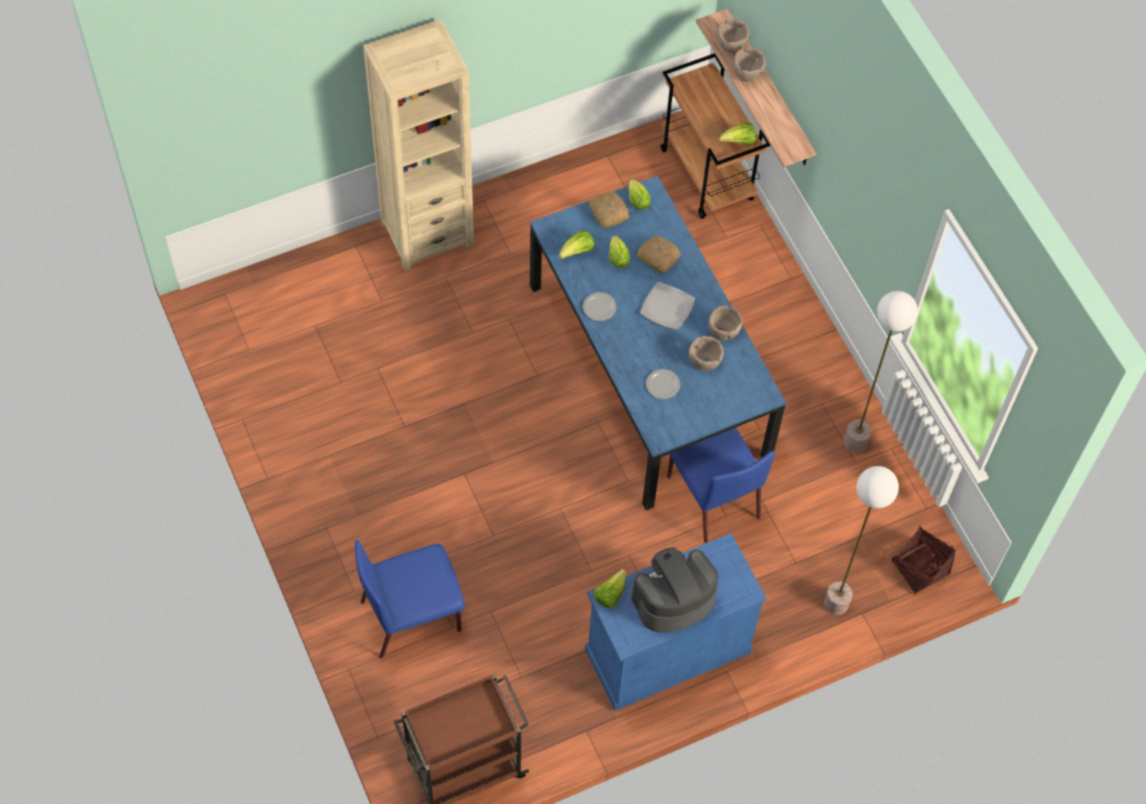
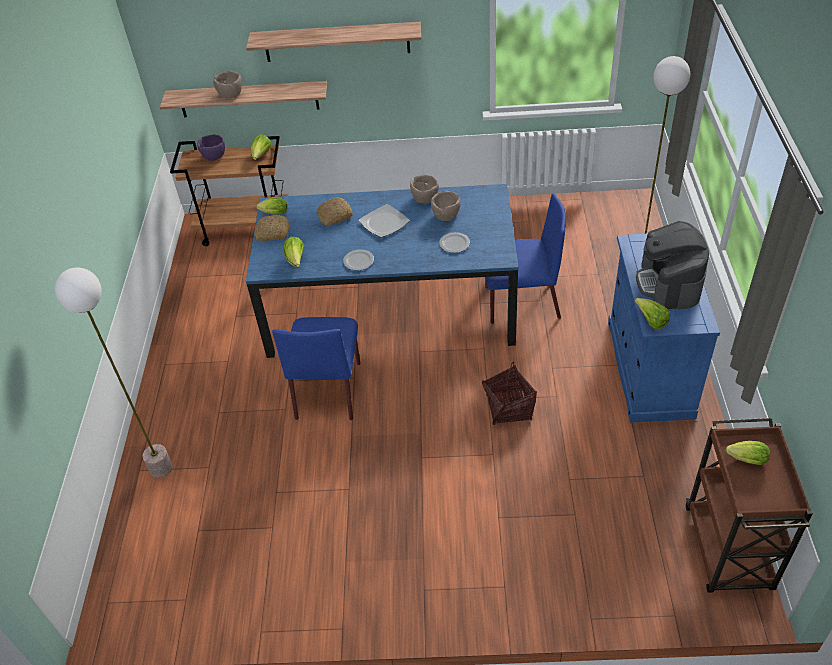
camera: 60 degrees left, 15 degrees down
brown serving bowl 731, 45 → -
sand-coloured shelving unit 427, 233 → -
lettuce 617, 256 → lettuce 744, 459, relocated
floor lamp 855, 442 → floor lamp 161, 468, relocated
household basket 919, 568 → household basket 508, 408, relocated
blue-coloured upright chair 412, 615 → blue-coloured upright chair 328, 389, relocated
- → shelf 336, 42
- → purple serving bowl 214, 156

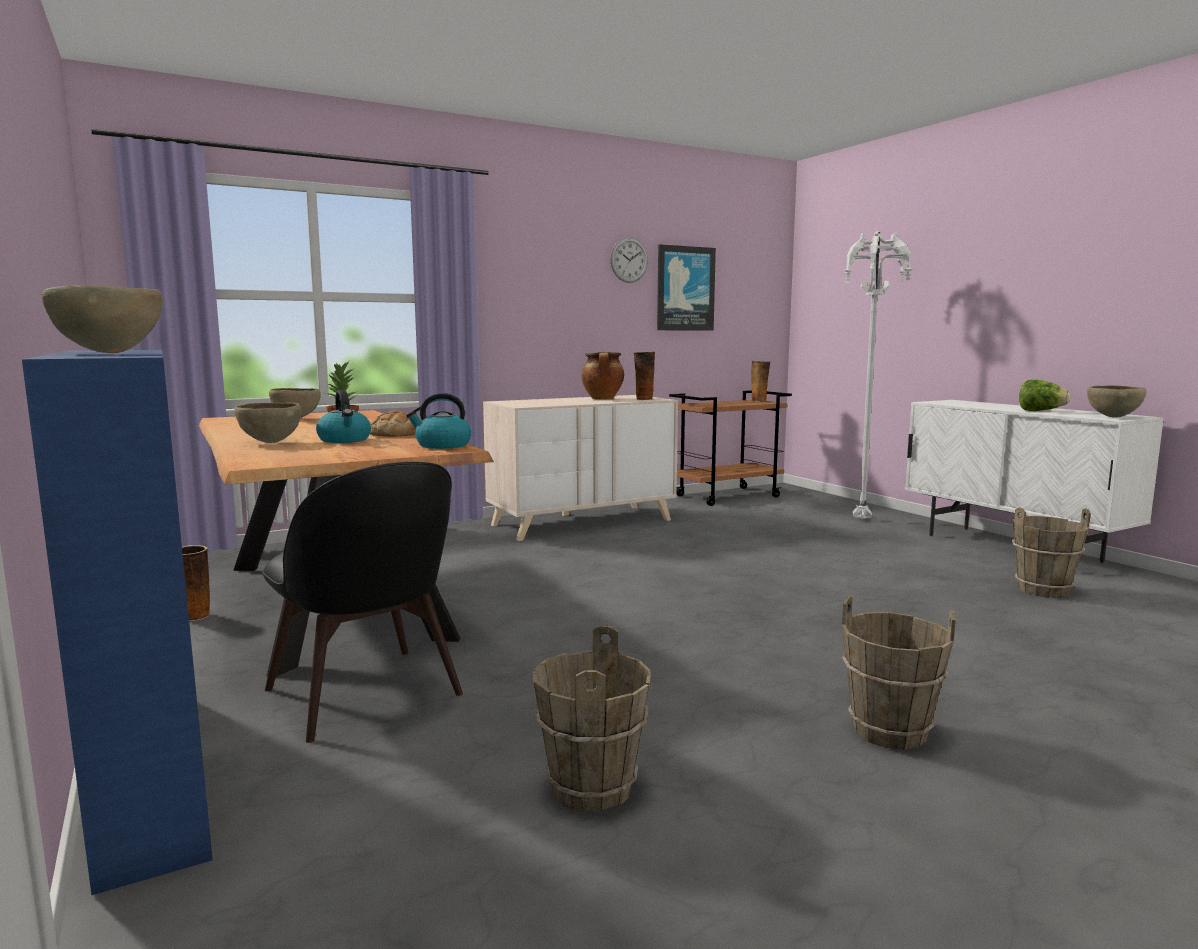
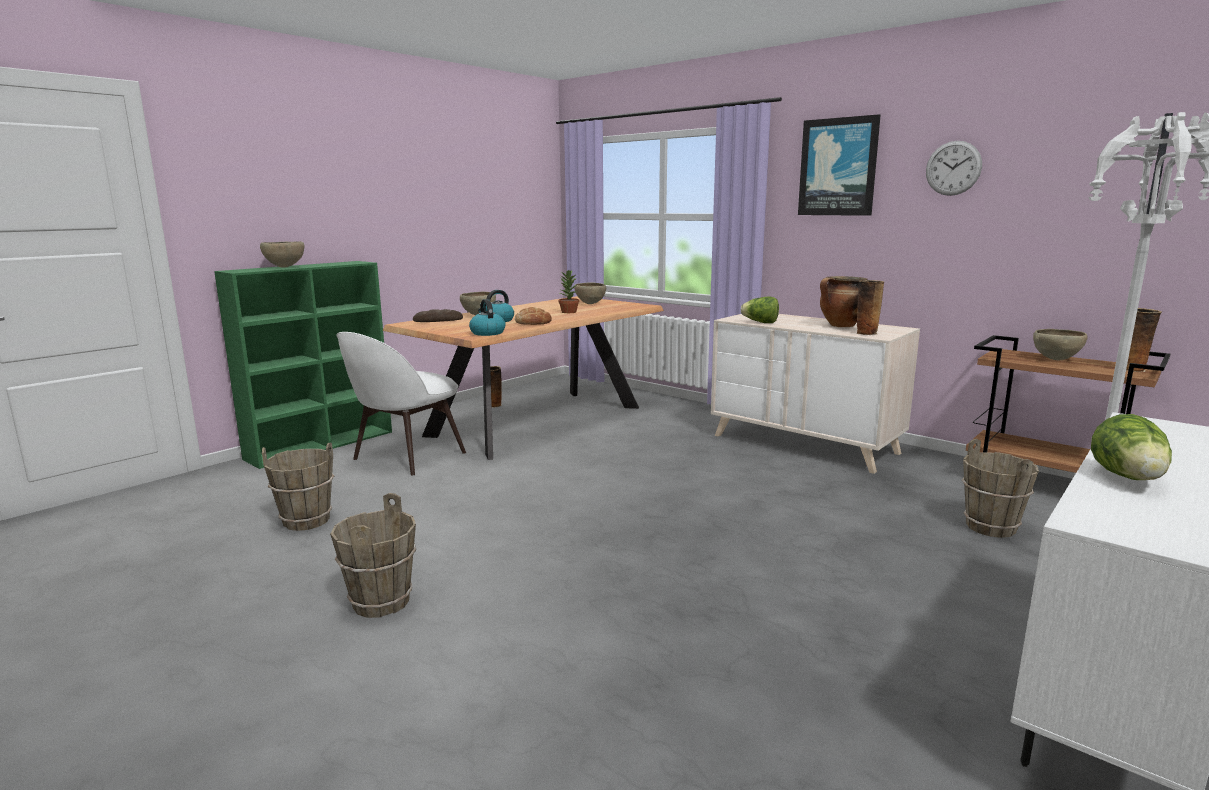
camera: 70 degrees right, 5 degrees up
wall art 685, 288 → wall art 838, 167, relocated
blue-coloured shelving unit 153, 776 → green-coloured shelving unit 322, 444
brown serving bowl 1113, 417 → brown serving bowl 1056, 359, relocated
blackish upright chair 366, 695 → white upright chair 406, 457
brown bucket 1042, 590 → brown bucket 991, 527, relocated
- → lettuce 760, 322
- → baked bread 438, 320

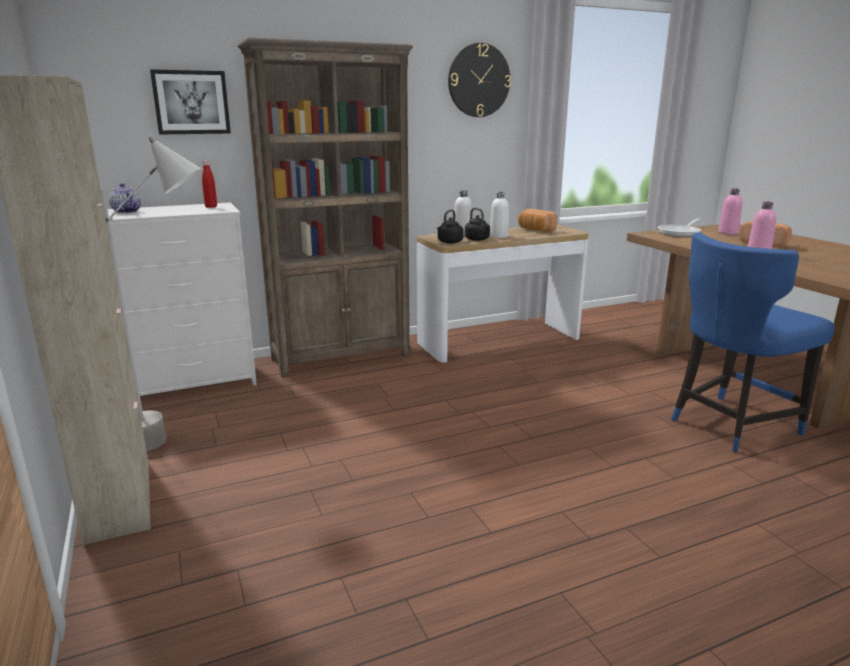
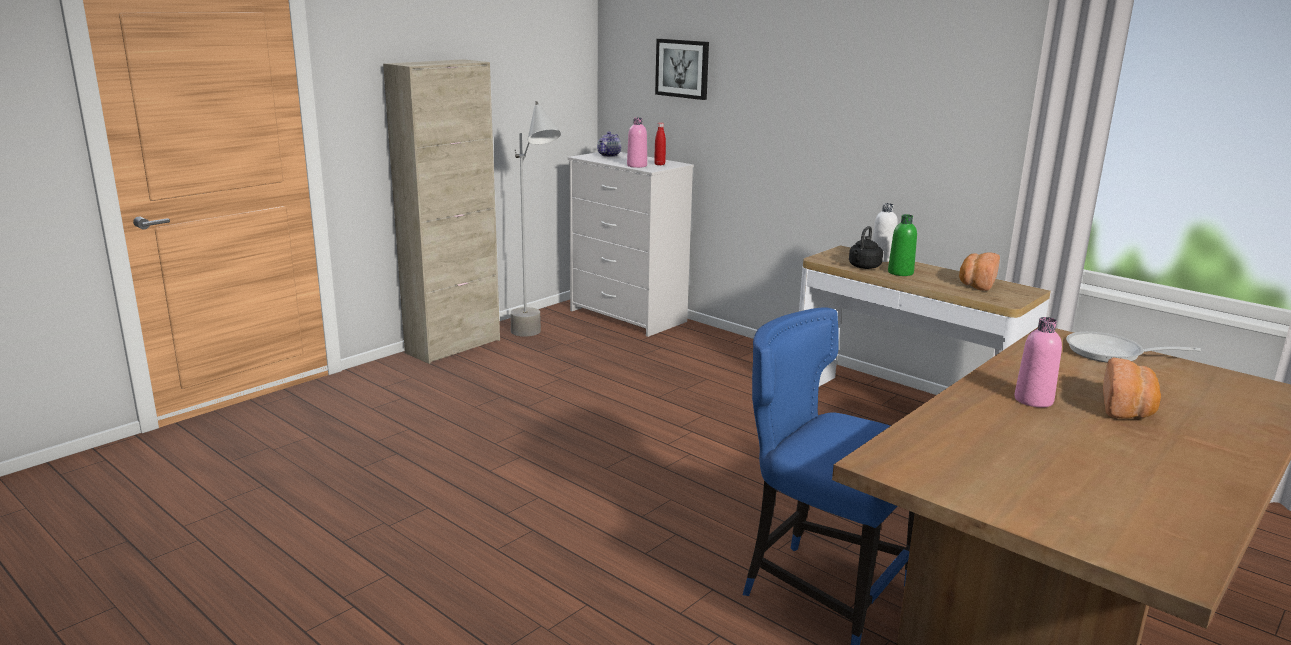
camera: 65 degrees right, 0 degrees up
brown shelving unit 342, 357 → -
clock on the wall 479, 80 → -
pink drink bottle 728, 233 → pink drink bottle 637, 166, relocated
white drink bottle 498, 236 → green-coloured drink bottle 900, 273
blackish water kettle 449, 242 → -

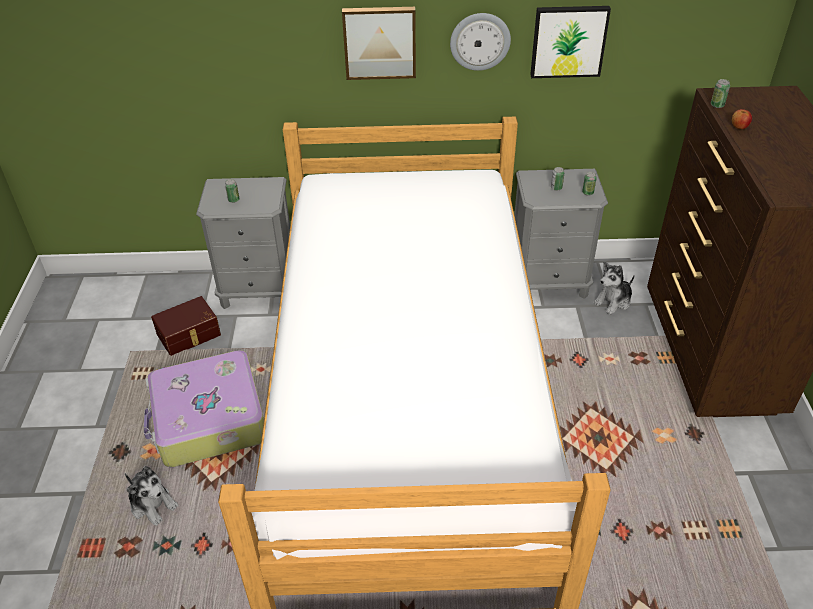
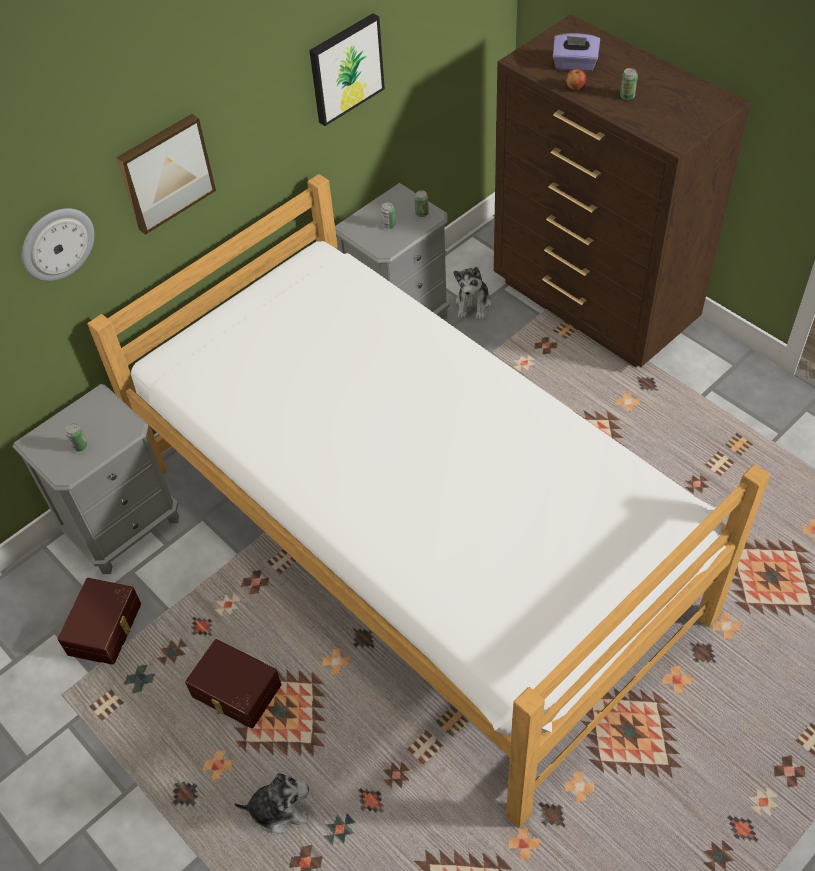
camera: 40 degrees left, 10 degrees up
clock on the wall 480, 41 → clock on the wall 57, 243, relocated
can 717, 105 → can 627, 96, relocated
travel case 208, 420 → brown storage box 235, 692
- → purple box of tissues 574, 65

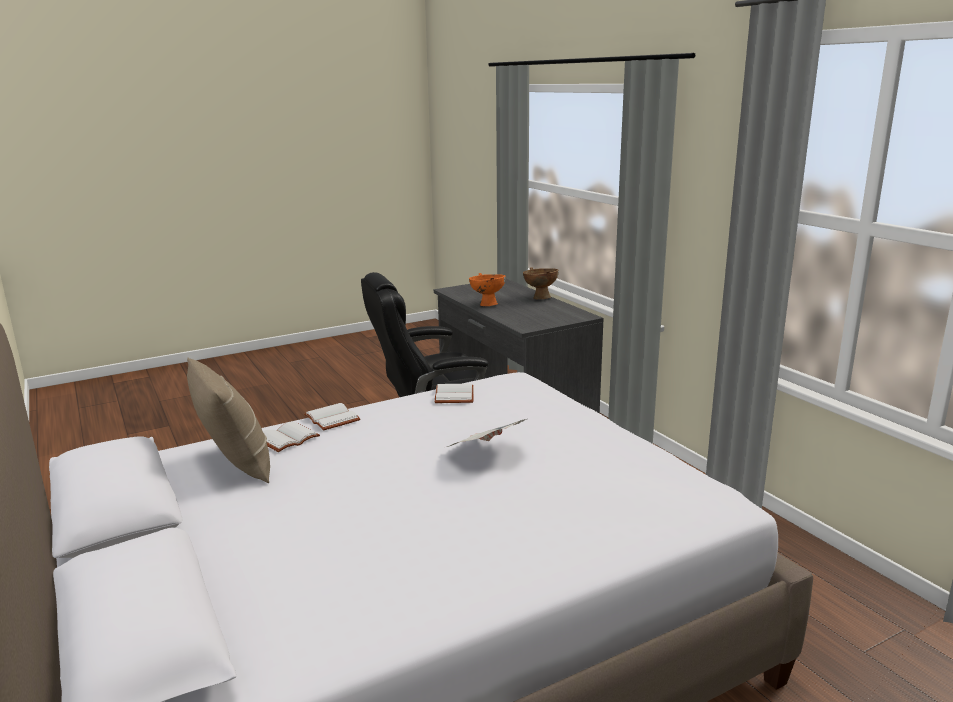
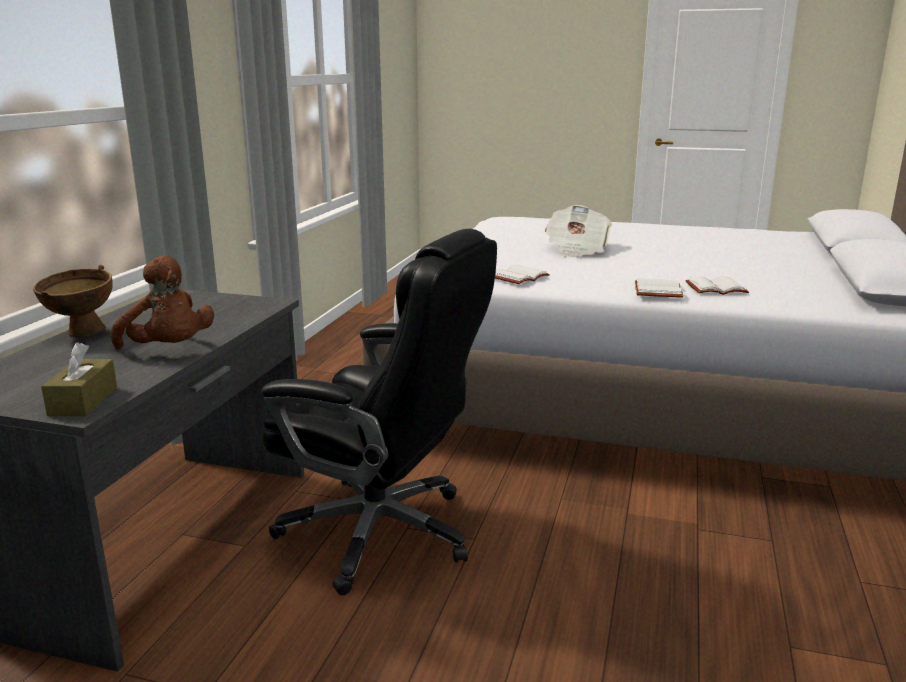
camera: 135 degrees left, 0 degrees up
orangey serving bowl 487, 304 → brown cuddly toy 169, 350
sand-coloured throw pillow 236, 464 → -
- → brown box of tissues 83, 401

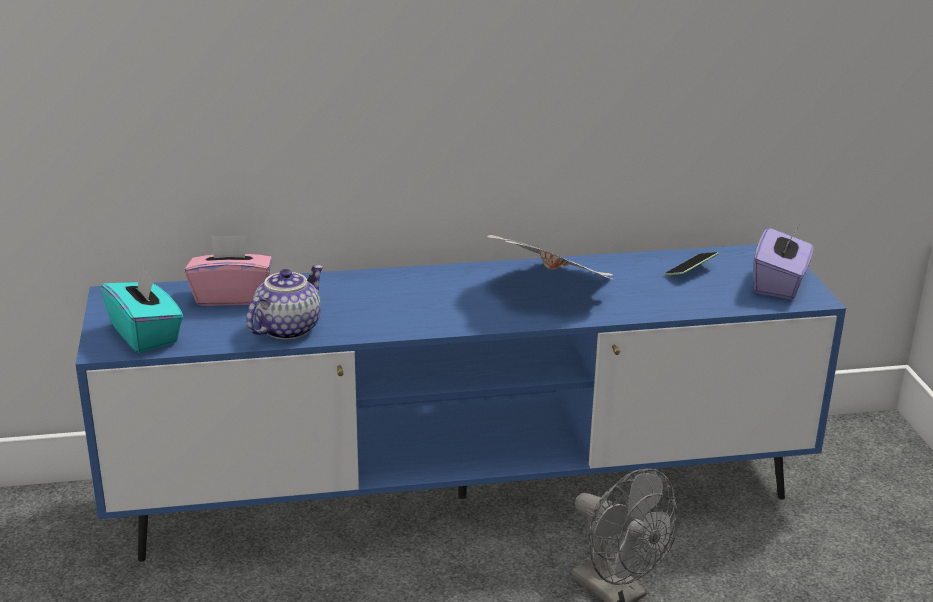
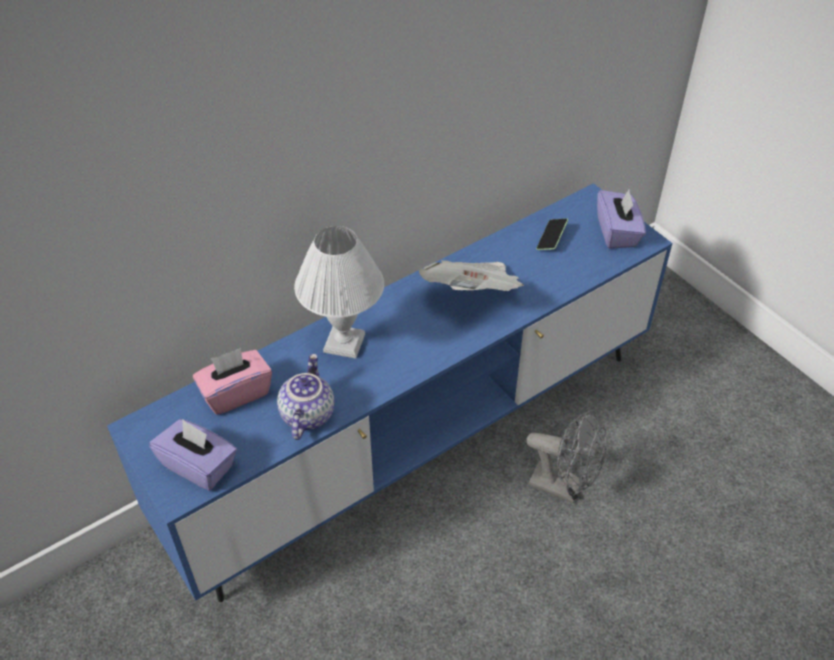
camera: 25 degrees left, 20 degrees up
turquoise-coloured box of tissues 146, 334 → purple box of tissues 199, 466
- → white lamp for a table 344, 342

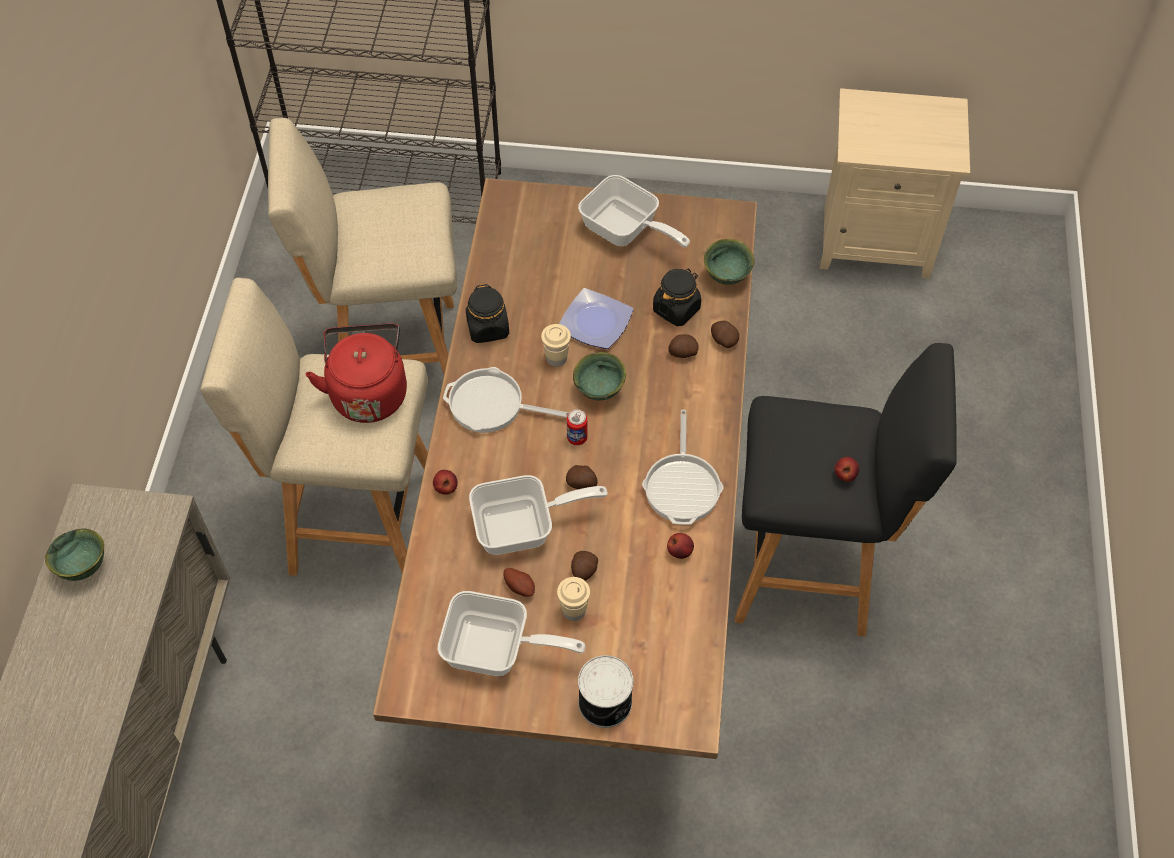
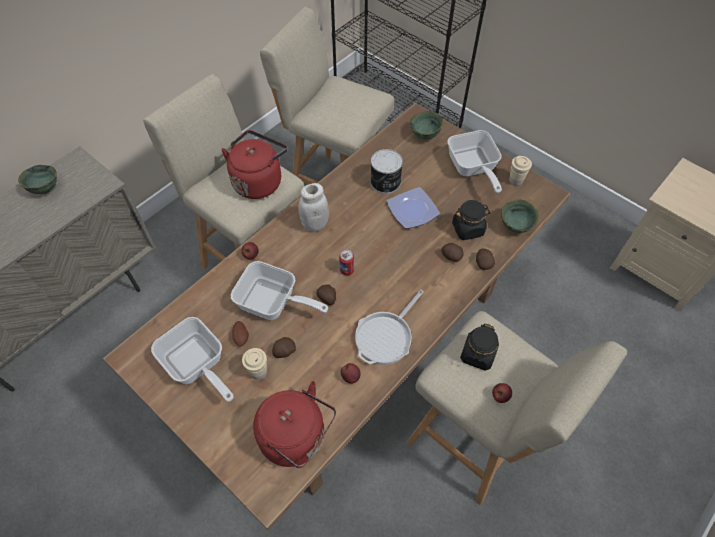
camera: 35 degrees right, 0 degrees up
blackish preserve jar 488, 328 → blackish preserve jar 478, 354, relocated
sand-coloured cup 556, 358 → sand-coloured cup 516, 180, relocated
blackish stool seat 809, 568 → sand-coloured stool seat 475, 439
green-coloured serving bowl 600, 390 → green-coloured serving bowl 425, 136, relocated
pan 492, 405 → white preserve jar 315, 224
can 606, 703 → can 385, 182, relocated
- → red water kettle 297, 438

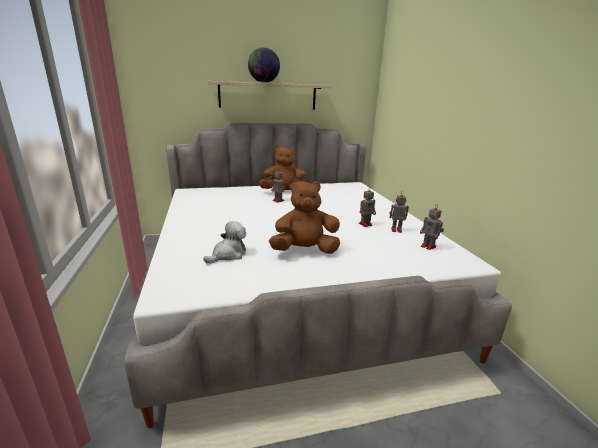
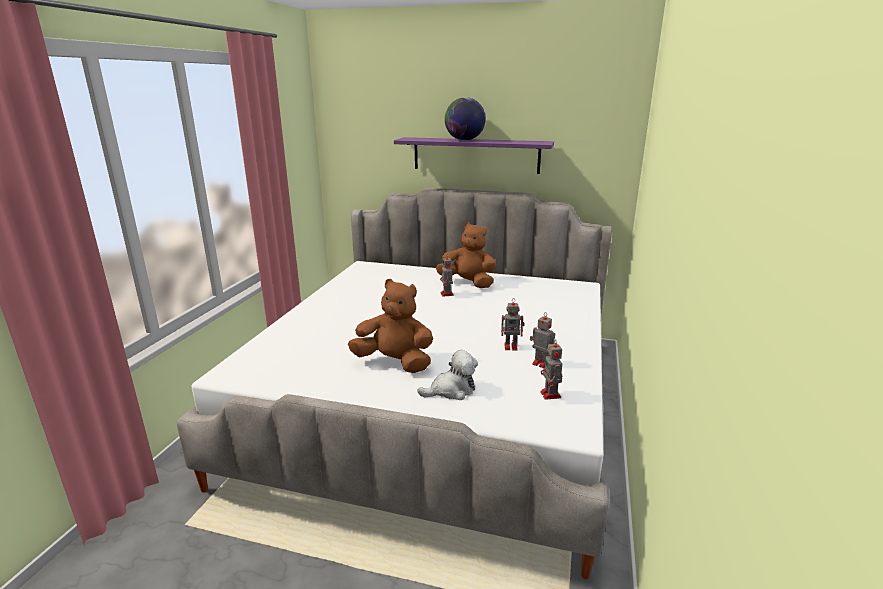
camera: 30 degrees right, 0 degrees up
sand-coloured shelf 268, 96 → purple shelf 476, 155
cuddly toy 228, 254 → cuddly toy 451, 390, relocated

